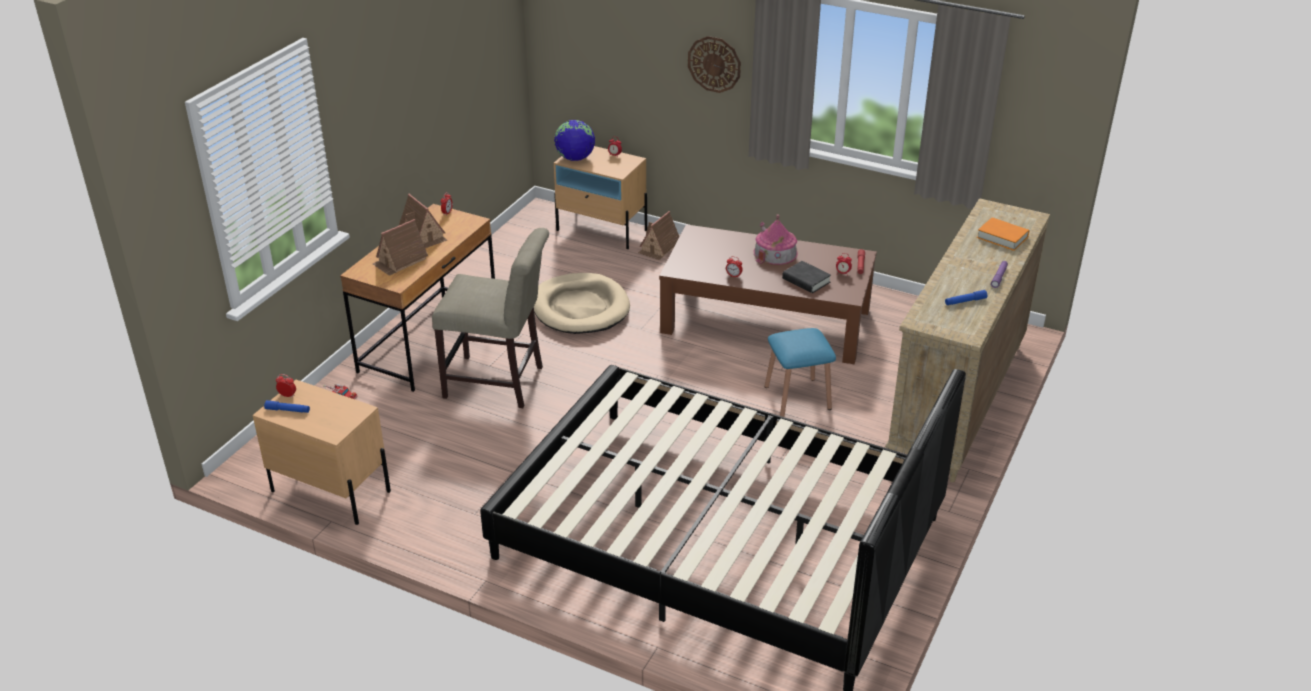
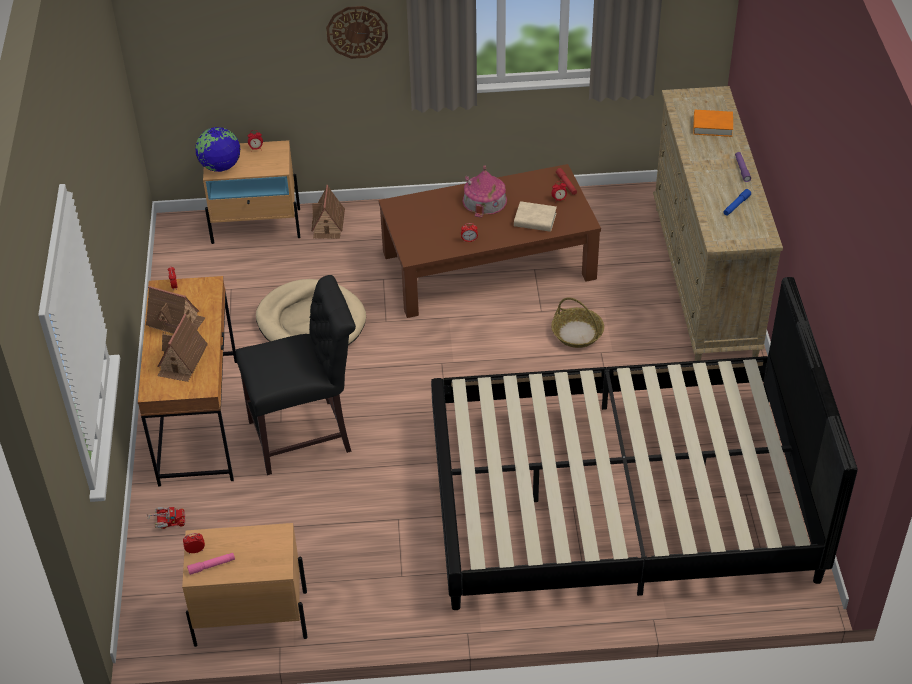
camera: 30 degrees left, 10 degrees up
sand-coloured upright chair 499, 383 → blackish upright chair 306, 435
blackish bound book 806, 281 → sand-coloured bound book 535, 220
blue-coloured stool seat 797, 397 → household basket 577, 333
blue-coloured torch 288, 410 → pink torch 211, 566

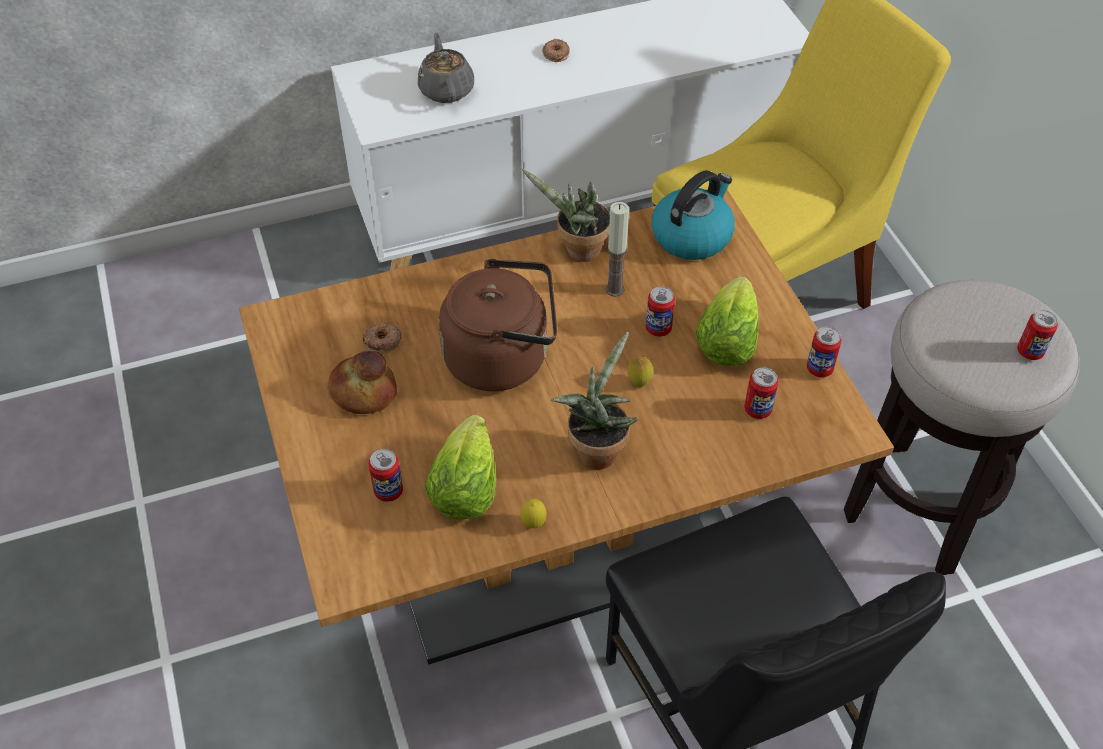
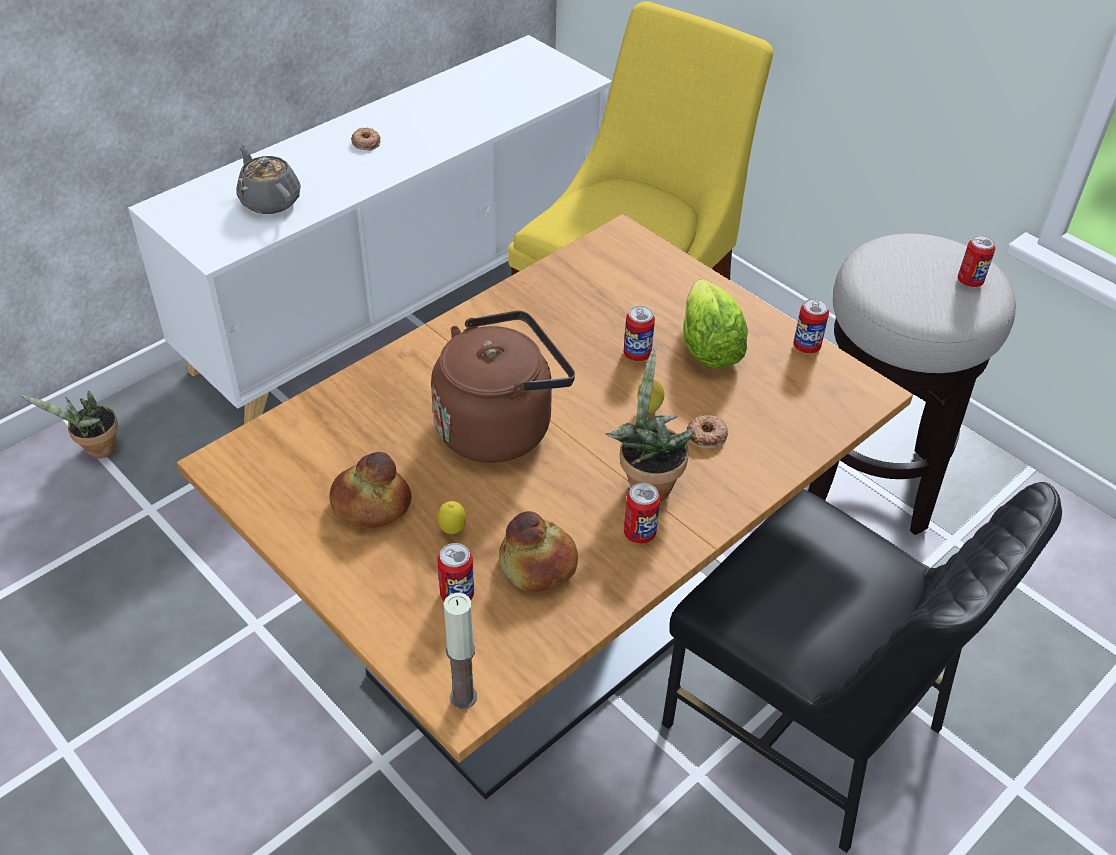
camera: 25 degrees left, 5 degrees down
houseplant 578, 252 → houseplant 97, 451, relocated
water kettle 692, 235 → -
wax candle 614, 289 → wax candle 463, 697, relocated
donut 382, 341 → donut 707, 435, relocated
can 757, 410 → can 639, 533, relocated
lettuce 465, 489 → baked bread 537, 564
citrus fruit 533, 524 → citrus fruit 452, 531, relocated

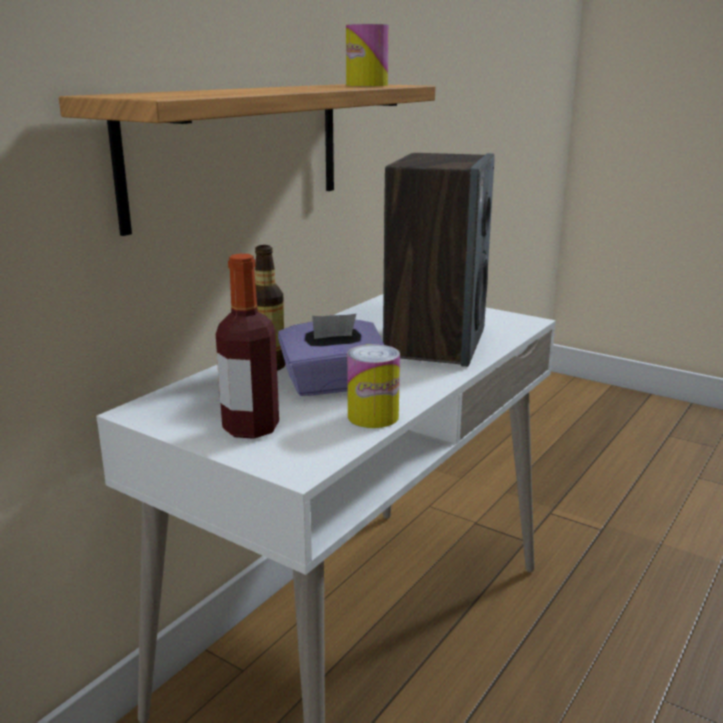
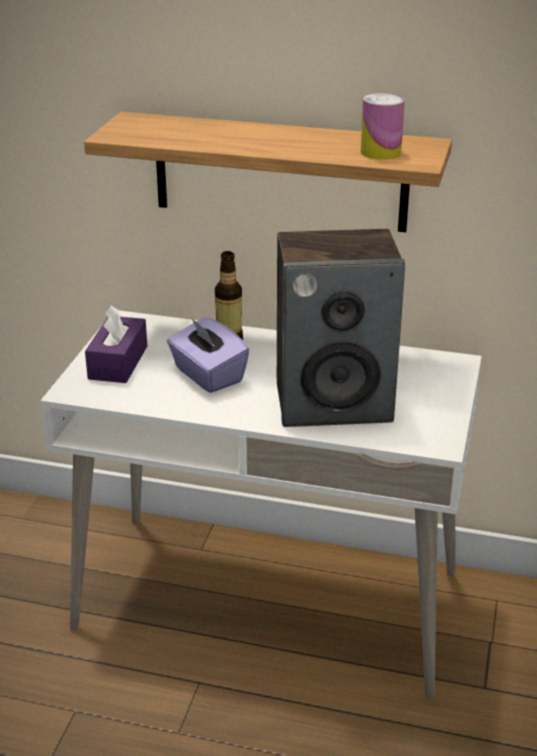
camera: 70 degrees right, 10 degrees up
drink bottle 251, 428 → purple box of tissues 118, 362
can 373, 416 → -

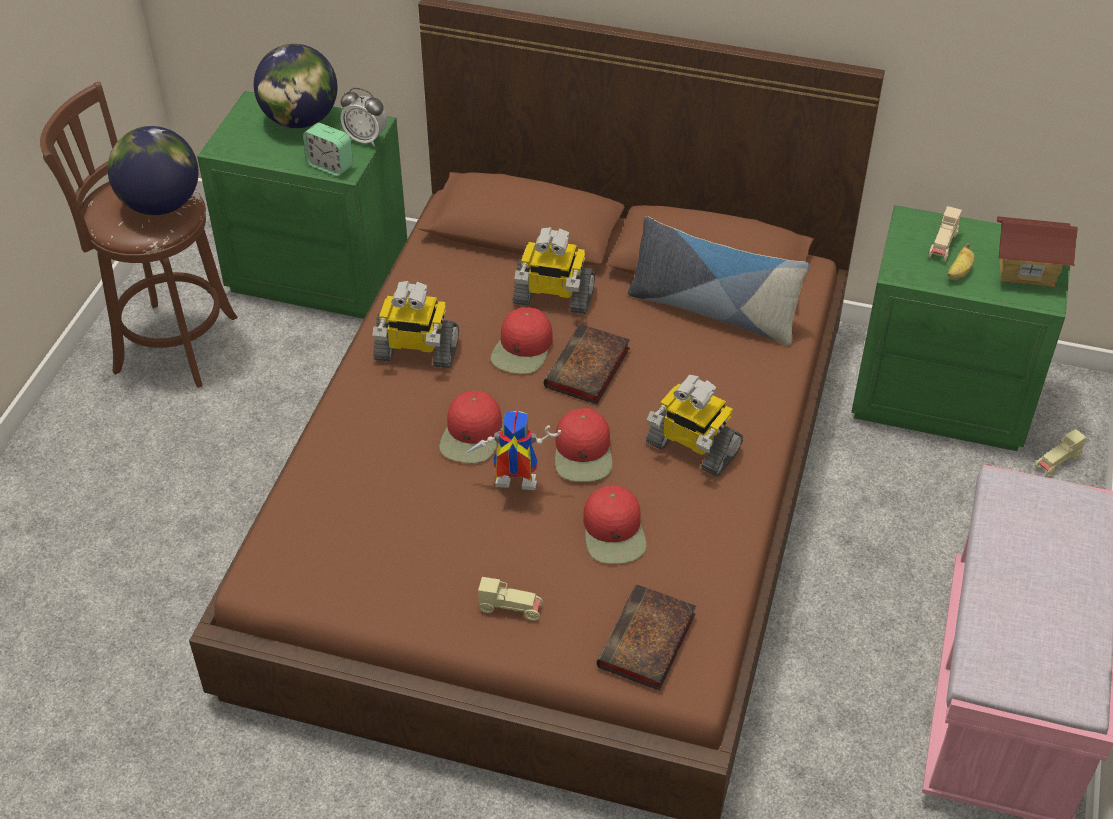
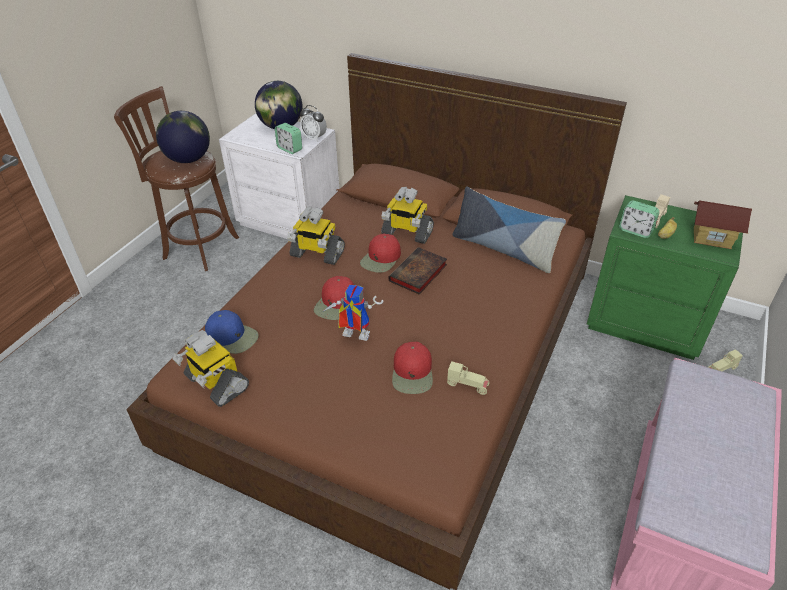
camera: 10 degrees right, 5 degrees down
green-coloured nightstand 319, 272 → white nightstand 290, 220
toy robot 691, 447 → toy robot 216, 383, relocated
red baseball cap 583, 453 → -
sand-coloured model car 511, 608 → sand-coloured model car 468, 385, relocated
bound book 647, 643 → -
- → alarm clock 635, 231
- → blue-coloured baseball cap 232, 336

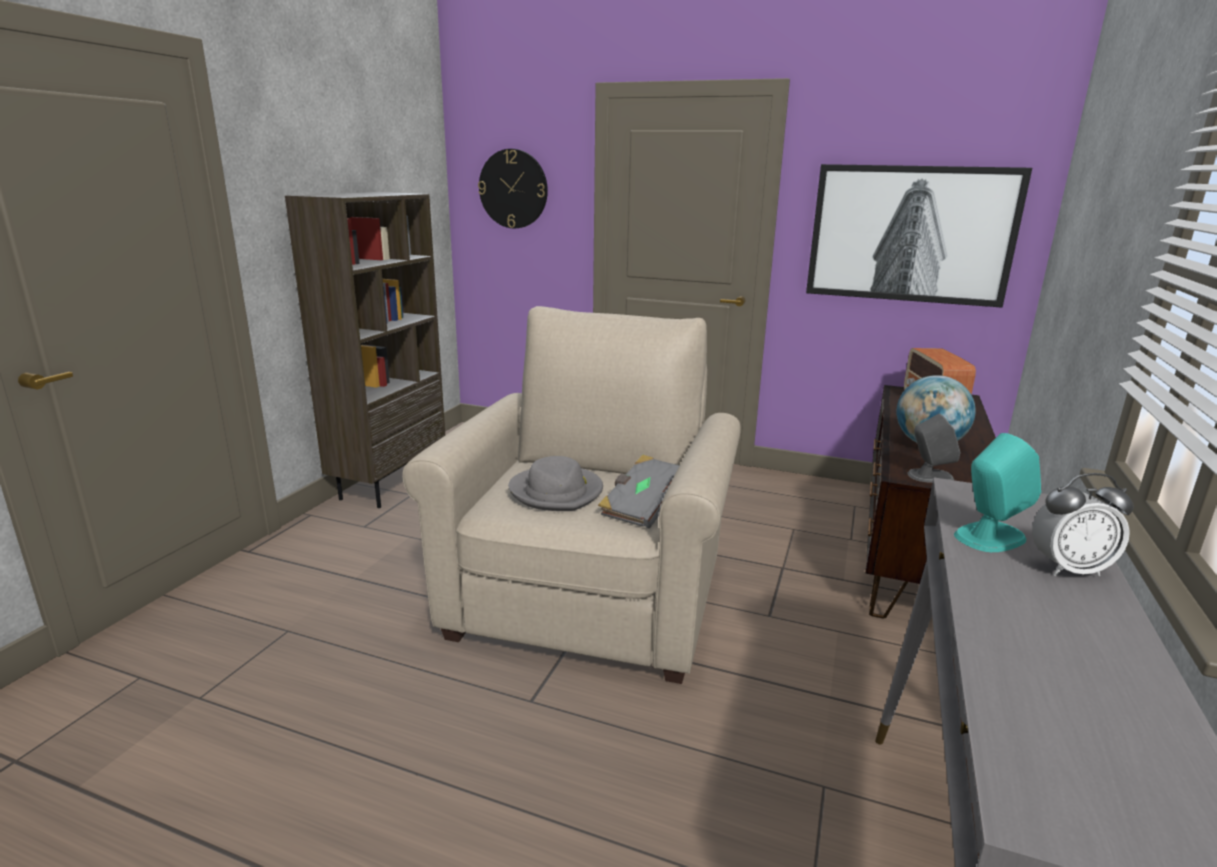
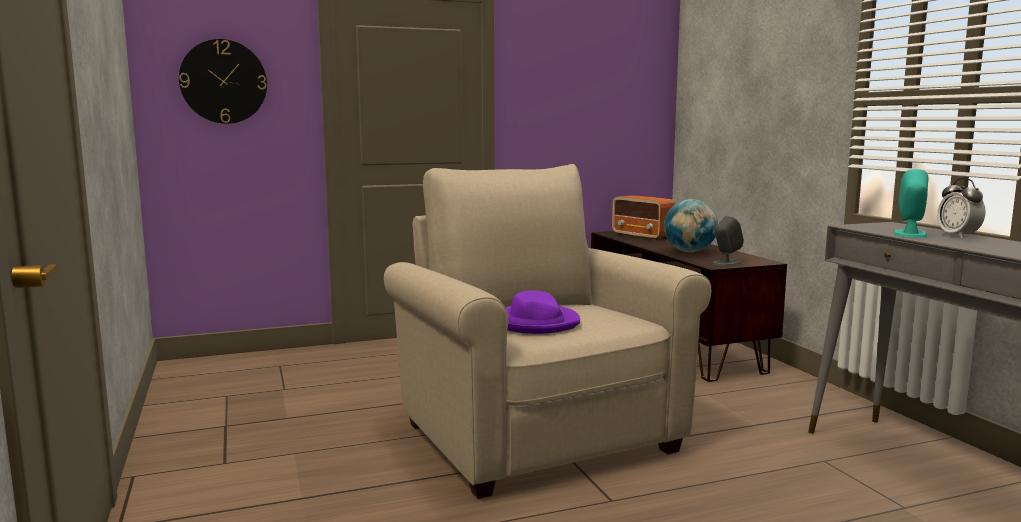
camera: 40 degrees left, 10 degrees down
wall art 910, 234 → -
brown shelving unit 390, 483 → -
gray bound book 643, 507 → -
gray clothing hat 557, 492 → purple clothing hat 535, 323
alarm clock 1068, 569 → alarm clock 958, 236, 120 degrees clockwise

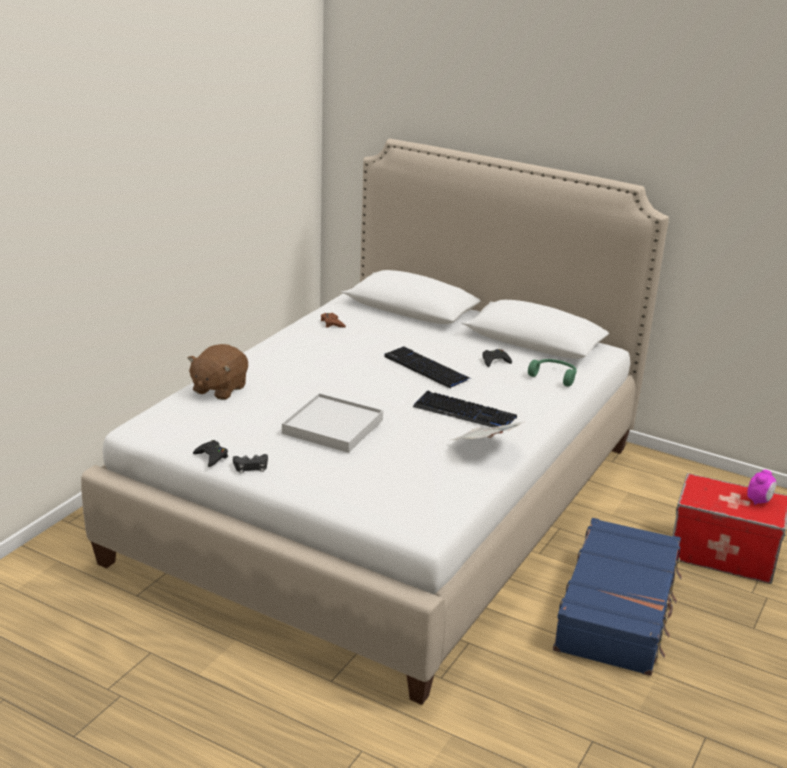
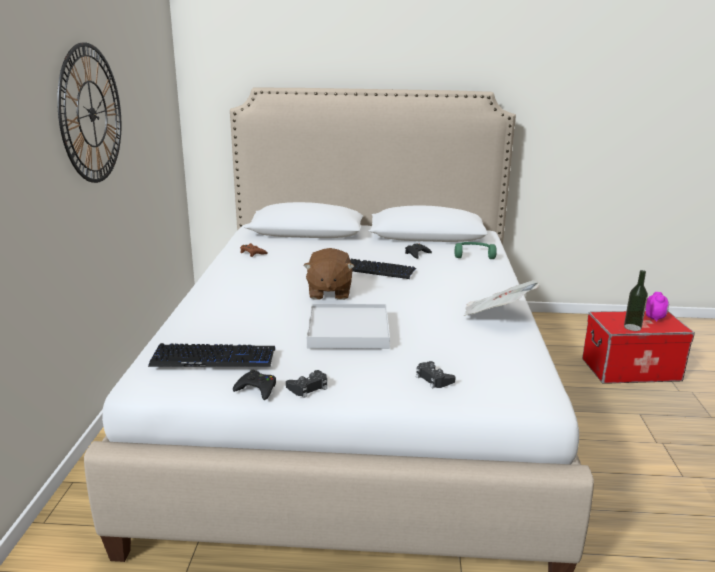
camera: 25 degrees left, 5 degrees down
brown cuddly toy 219, 389 → brown cuddly toy 329, 292, relocated
PC keyboard 464, 413 → PC keyboard 213, 358, relocated
blue-coloured travel case 618, 610 → -
- → clock on the wall 91, 114
- → drink bottle 632, 327
- → blackish game controller 433, 379

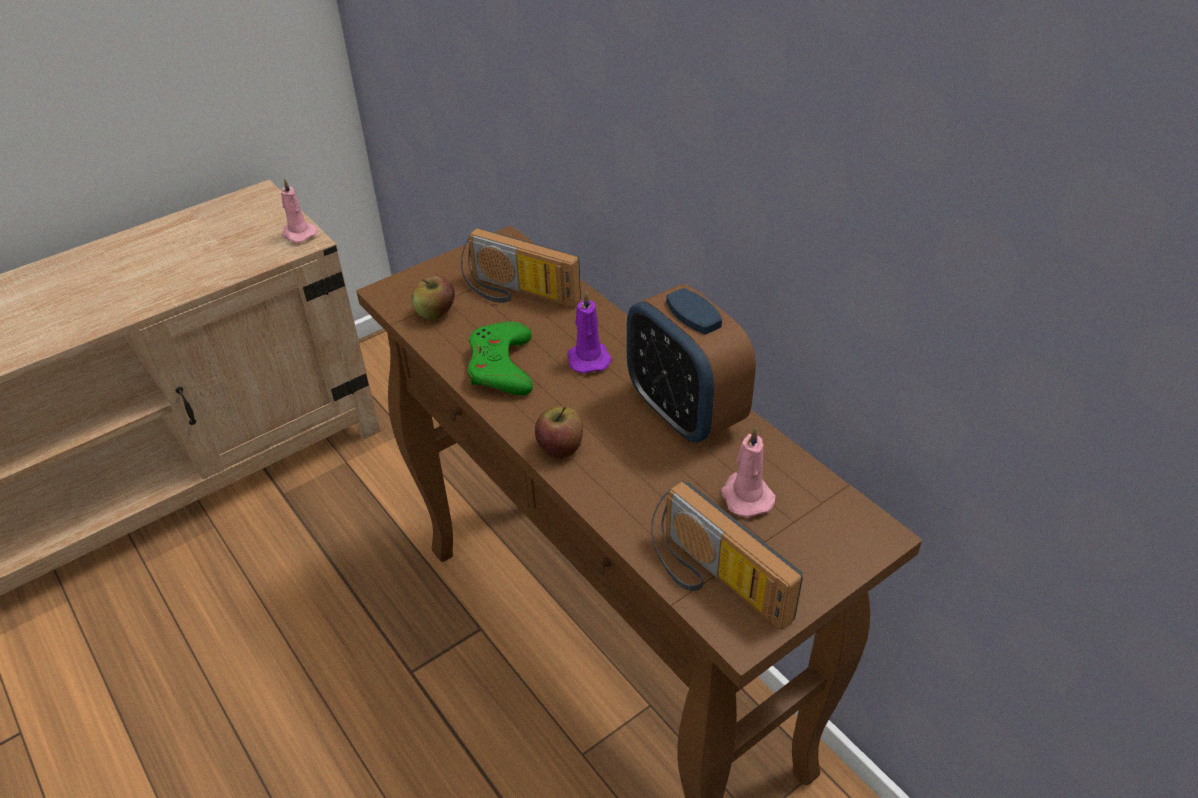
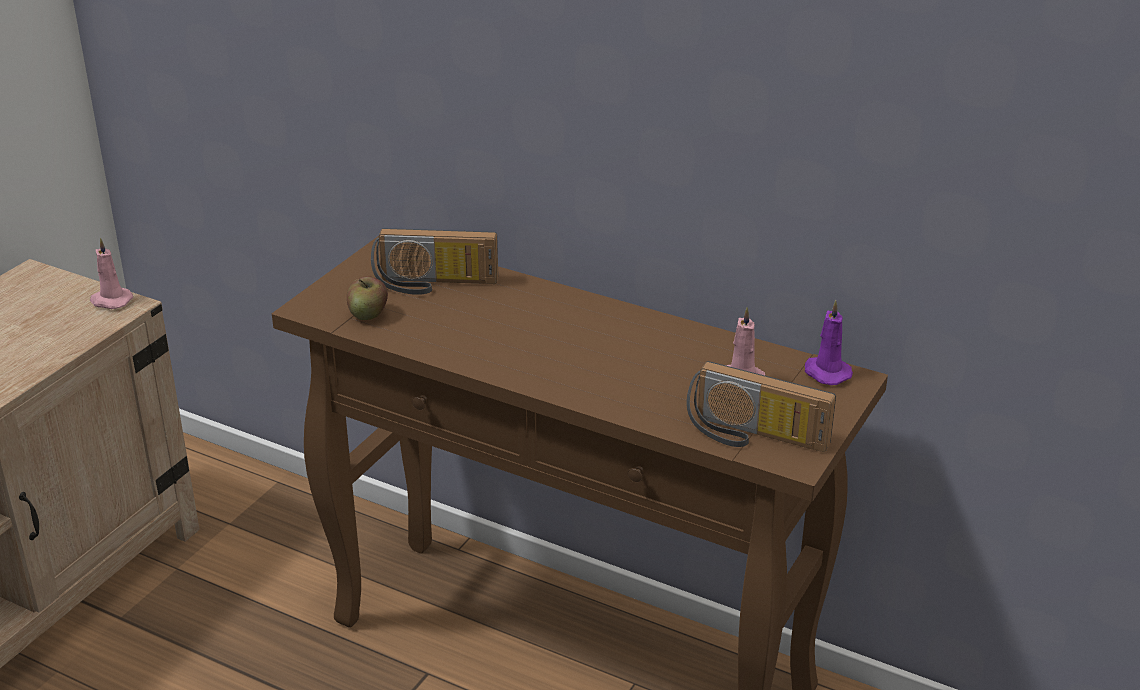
camera: 25 degrees left, 10 degrees down
alarm clock 685, 412 → -
purple wax candle 588, 358 → purple wax candle 825, 372, relocated
green-coloured game controller 501, 366 → -
apple fruit 560, 447 → -

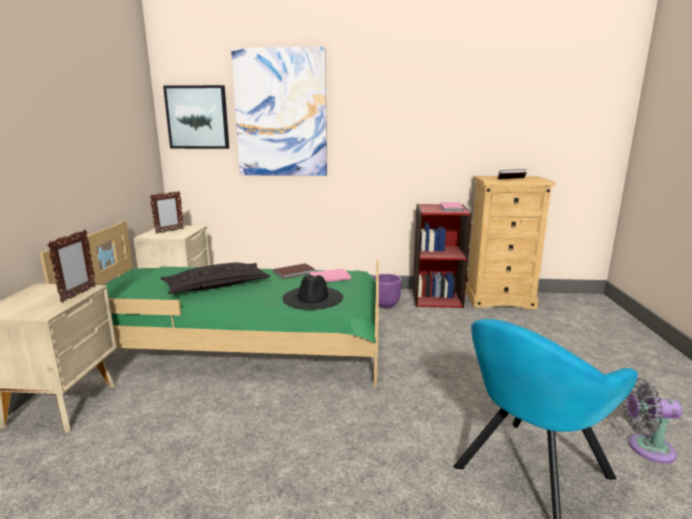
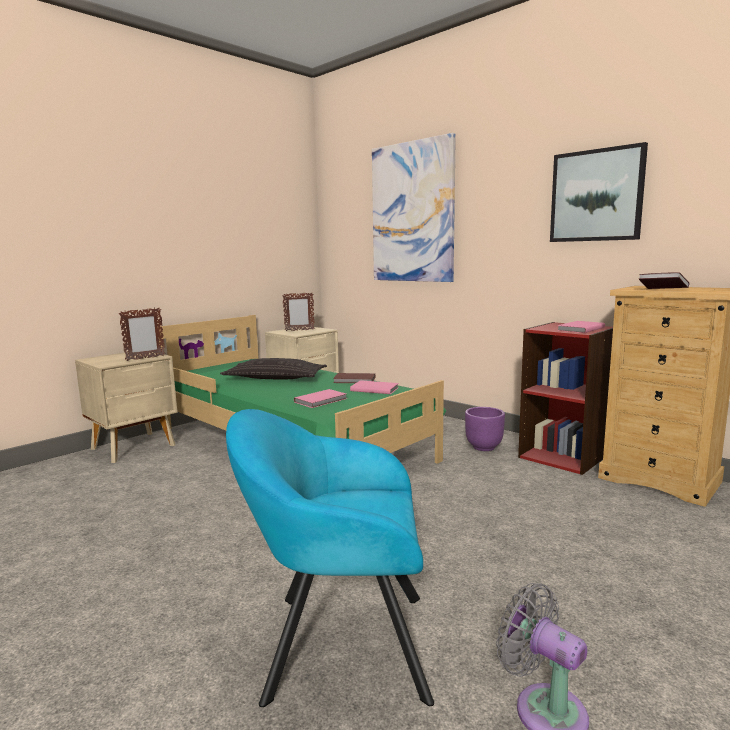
camera: 40 degrees right, 5 degrees down
wall art 197, 117 → wall art 596, 196, relocated
blackish clothing hat 313, 297 → pink bound book 322, 400

